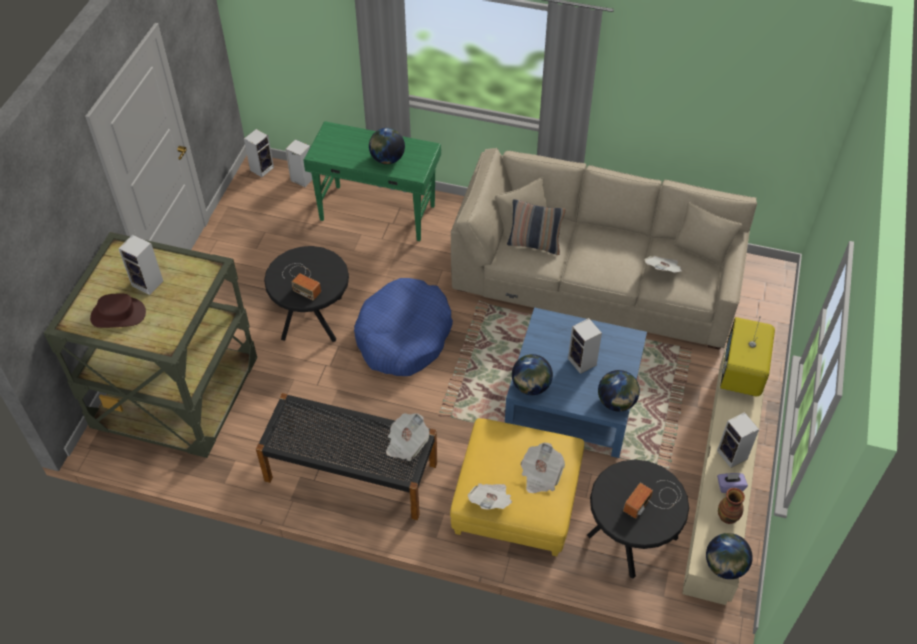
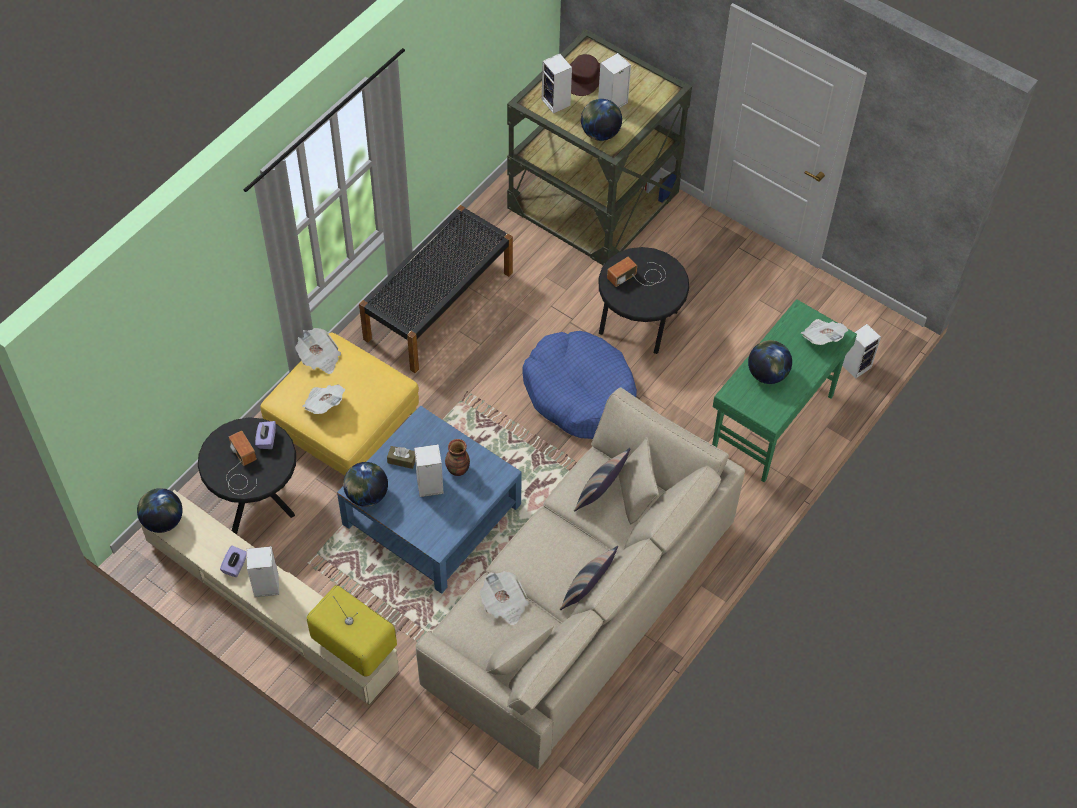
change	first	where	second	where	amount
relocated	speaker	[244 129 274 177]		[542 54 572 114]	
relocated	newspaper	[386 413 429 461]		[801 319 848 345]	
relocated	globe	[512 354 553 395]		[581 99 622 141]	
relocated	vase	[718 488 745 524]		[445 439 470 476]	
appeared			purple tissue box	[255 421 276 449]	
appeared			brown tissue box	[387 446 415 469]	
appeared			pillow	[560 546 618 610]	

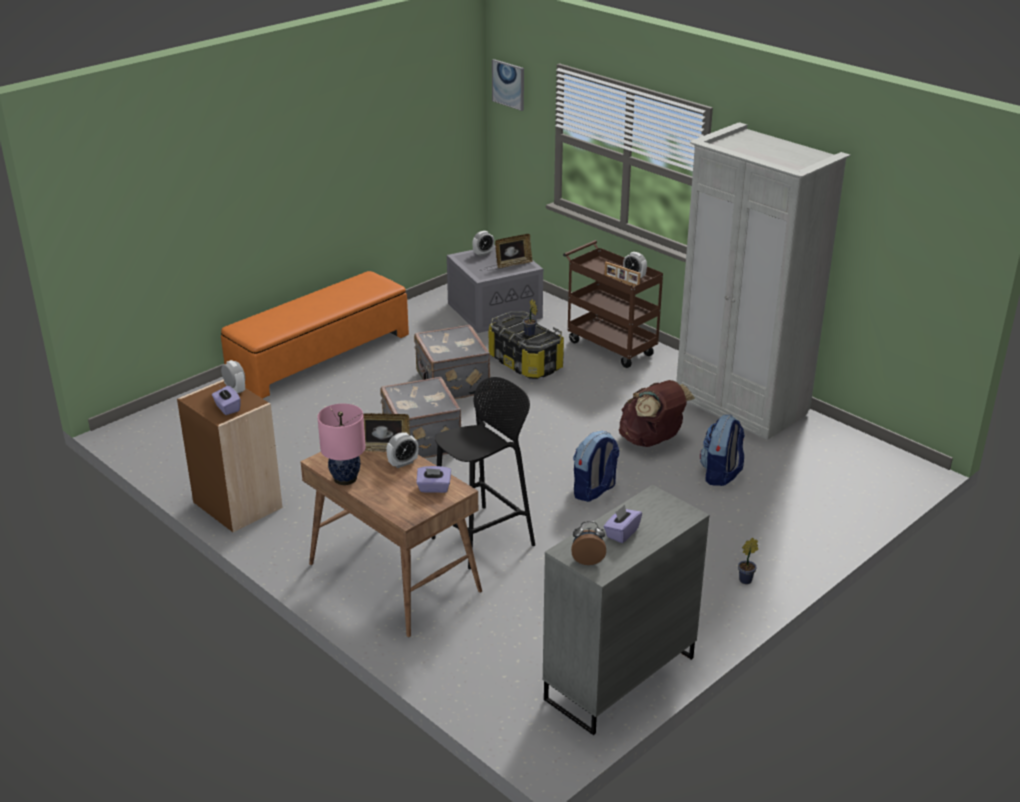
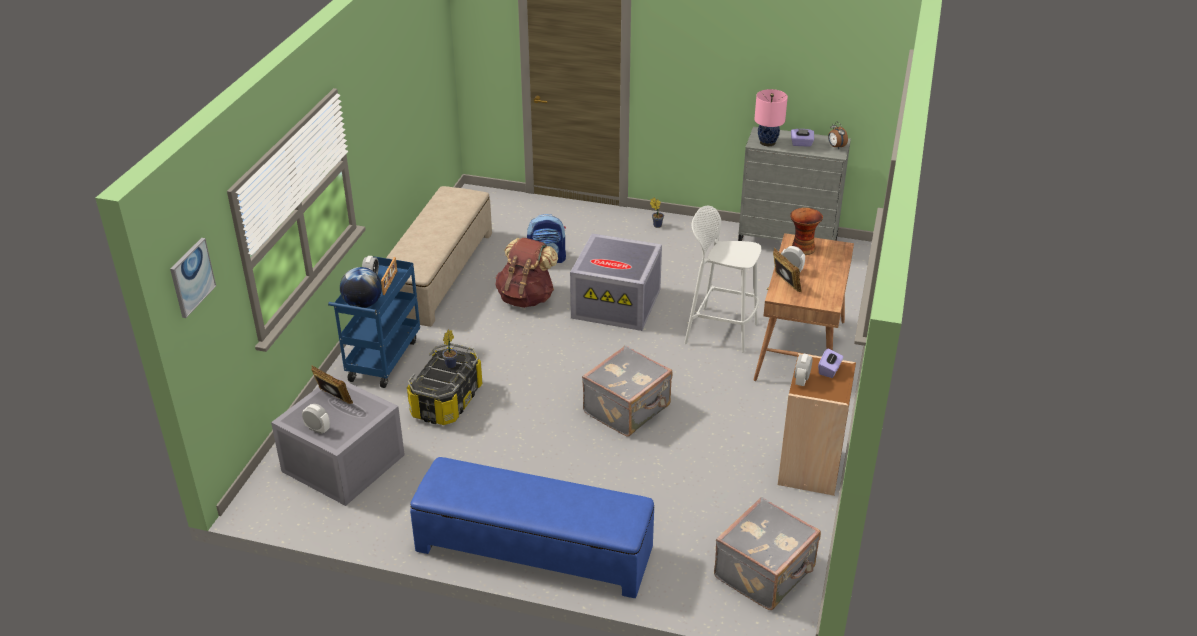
change	first	where	second	where	amount
colour	orange bench	[221 271 409 399]	blue bench	[410 457 654 598]	
relocated	pink table lamp	[317 404 366 485]		[754 89 788 146]	
relocated	grey suitcase	[414 325 491 399]		[714 497 821 610]	
exchanged	purple tissue box	[416 466 451 493]	vase	[790 208 823 255]	
colour	black stool	[432 377 535 569]	white stool	[684 206 762 352]	
colour	brown cart	[563 240 663 368]	blue cart	[328 257 420 388]	
exchanged	backpack	[573 431 619 502]	grey storage box	[570 233 662 331]	
exchanged	white wardrobe	[676 122 850 440]	beige bench	[386 186 492 327]	
appeared			globe	[340 267 382 308]	

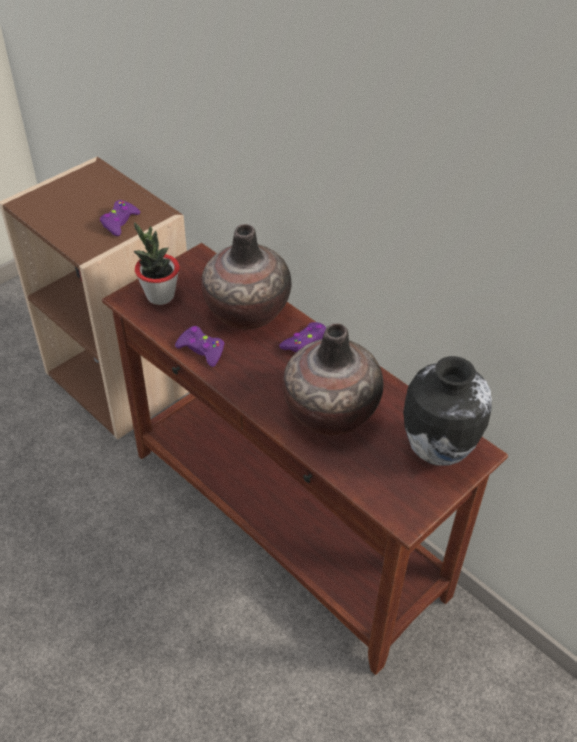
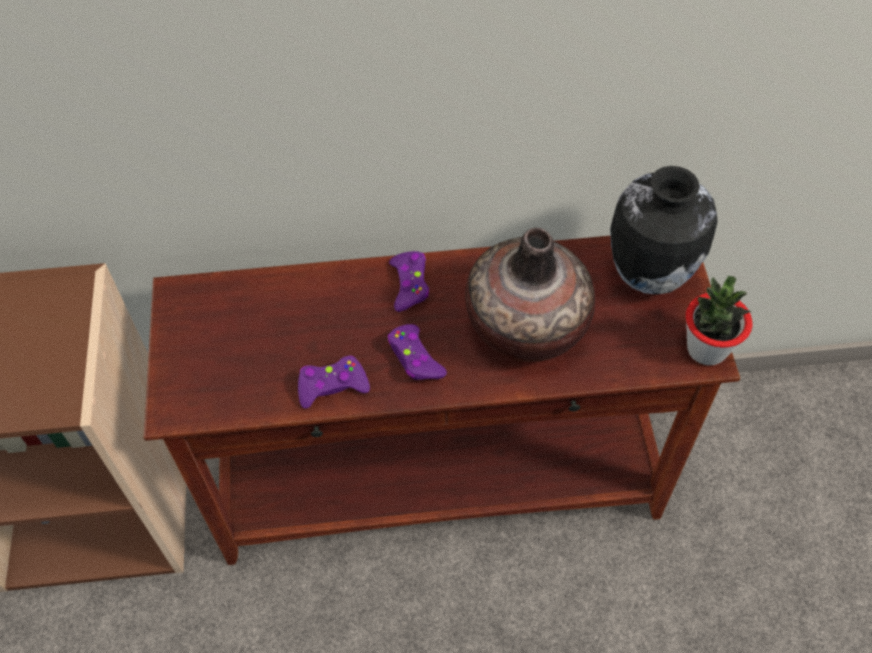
change	first	where	second	where	amount
relocated	purple game controller	[100 200 141 236]		[388 324 447 380]	
relocated	potted plant	[134 222 180 305]		[686 276 752 365]	
missing	vase	[201 224 292 330]			

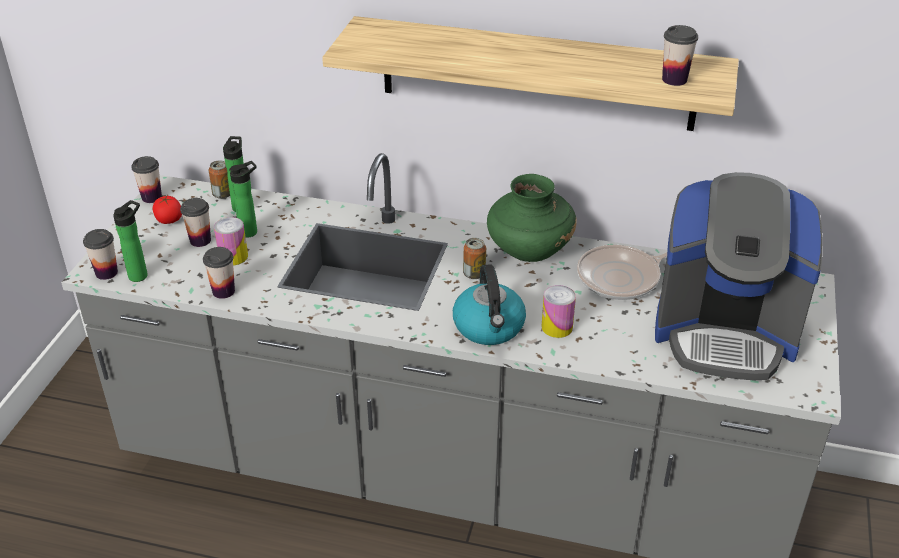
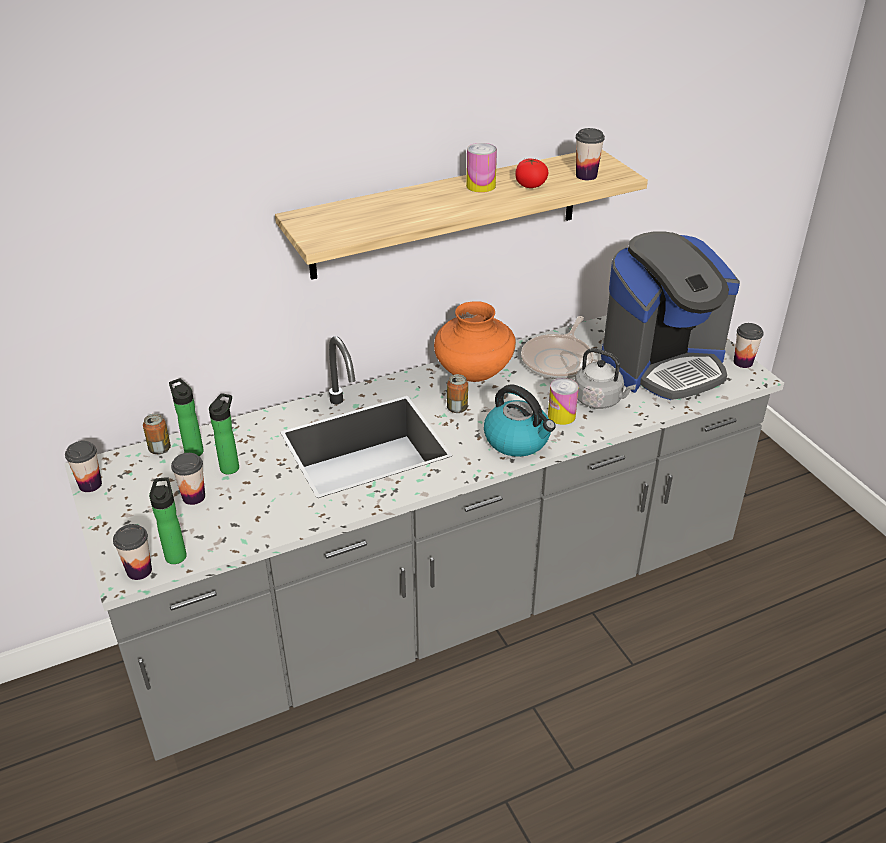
change	first	where	second	where	amount
relocated	tomato	[153 196 182 224]		[515 158 548 188]	
relocated	cup	[203 247 235 299]		[734 323 764 368]	
relocated	can	[214 217 248 266]		[466 143 497 193]	
colour	green vase	[487 174 577 262]	orange vase	[434 301 516 382]	
appeared			grey kettle	[575 348 636 409]	

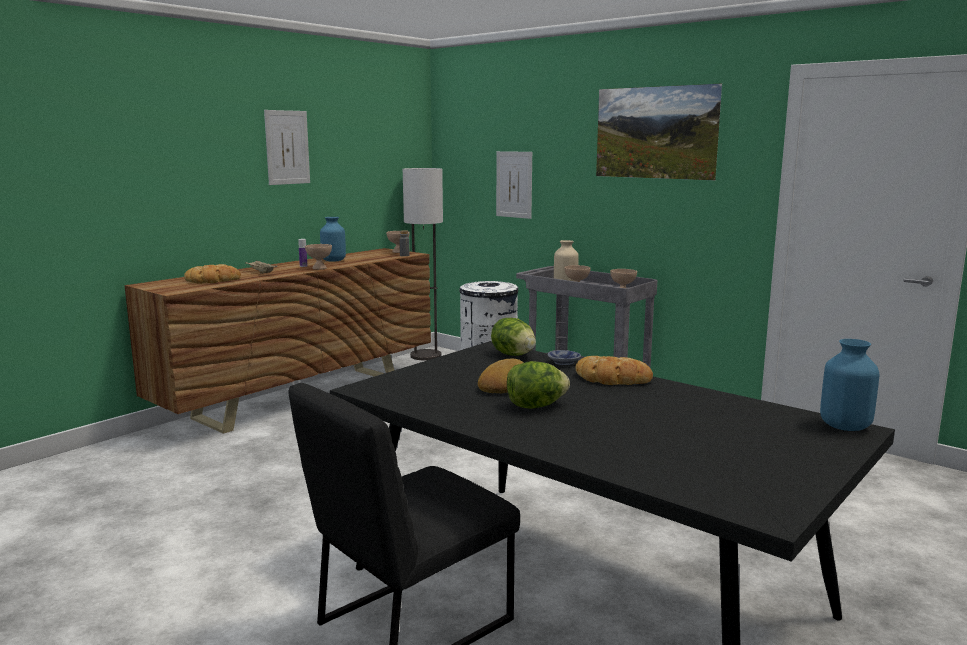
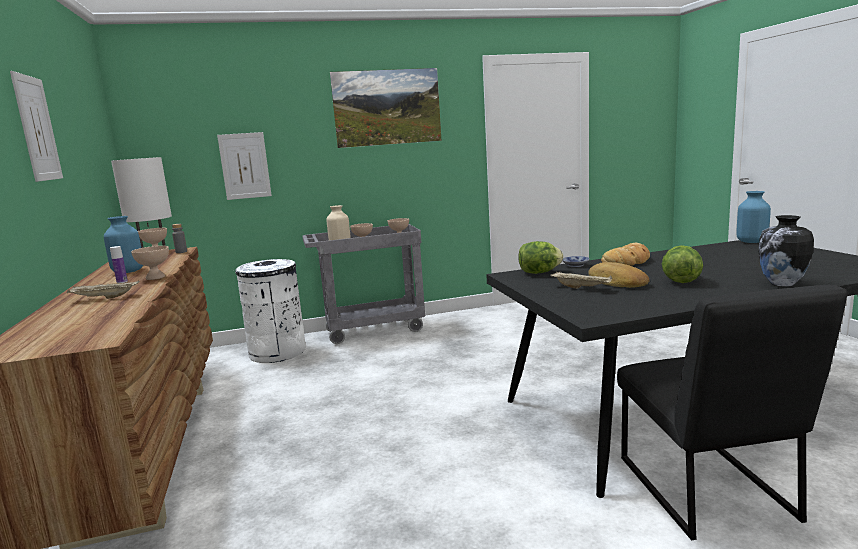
change	first	where	second	where	amount
missing	bread	[184 264 241 283]			
appeared			beige tray	[551 272 612 289]	
appeared			vase	[758 215 814 287]	

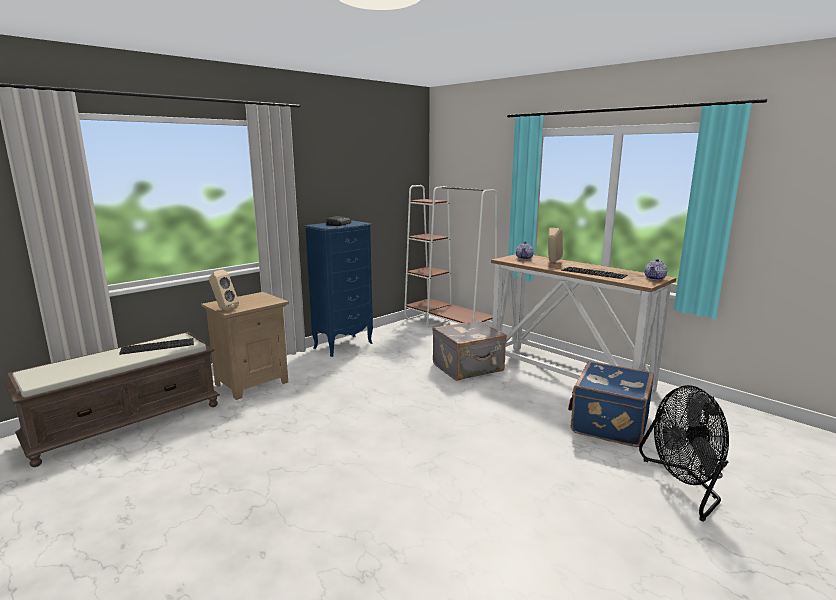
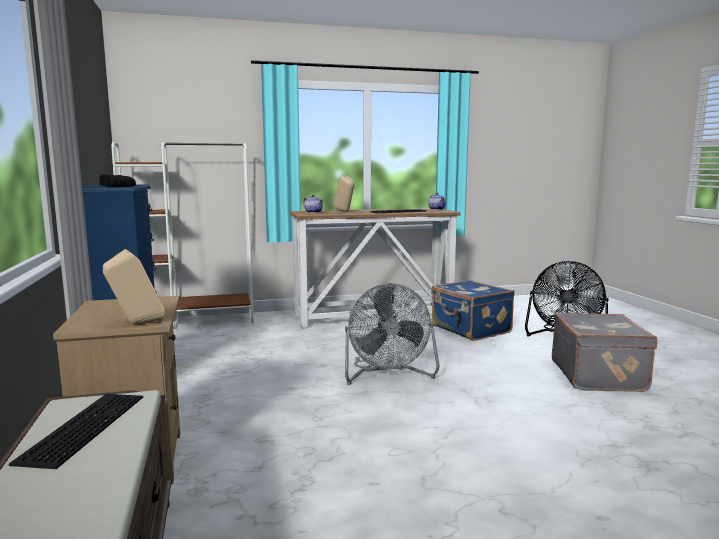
change	first	where	second	where	amount
relocated	grey suitcase	[432 320 507 381]		[552 312 658 392]	
appeared			grey fan	[345 283 439 385]	

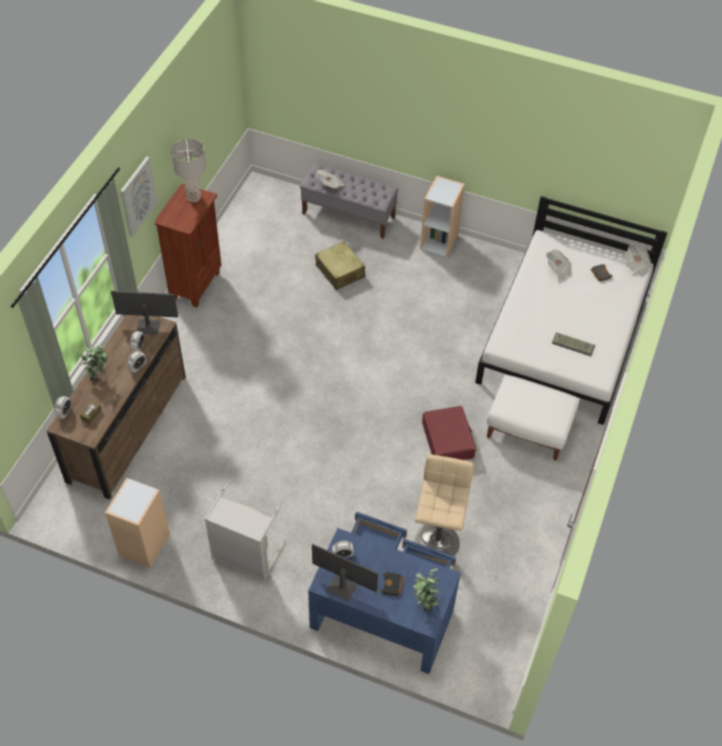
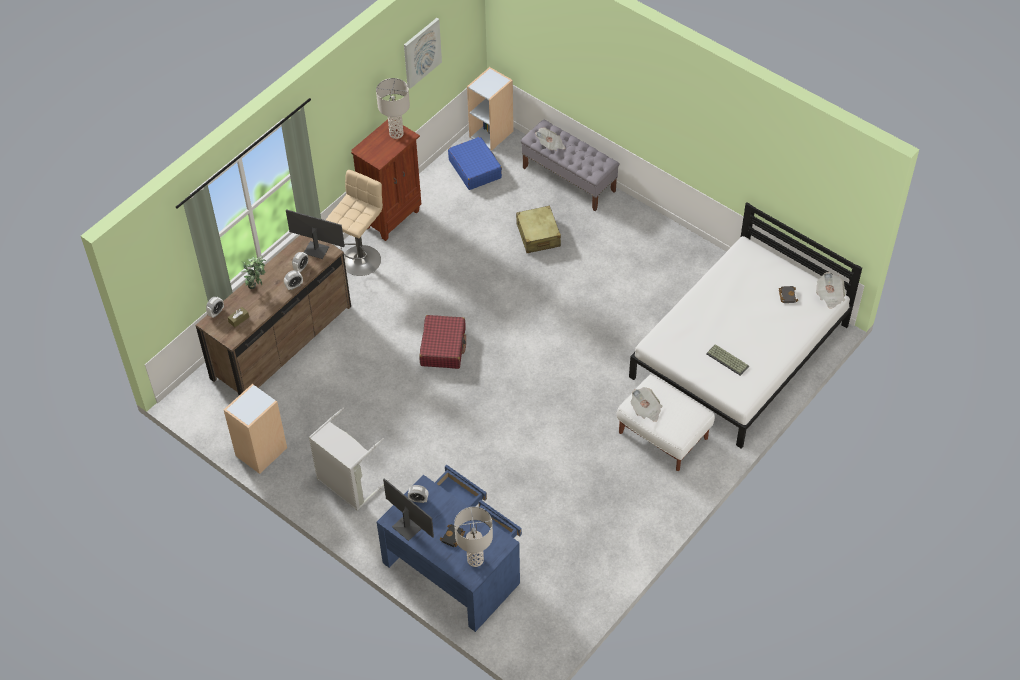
change	first	where	second	where	amount
relocated	picture	[120 156 157 237]		[404 18 442 89]	
exchanged	potted plant	[413 569 441 612]	white table lamp	[454 507 493 567]	
relocated	beige stool	[414 454 474 556]		[326 170 383 276]	
relocated	bookcase	[420 176 465 257]		[467 67 514 151]	
relocated	red suitcase	[422 406 476 460]		[419 315 466 369]	
relocated	newspaper	[546 250 572 277]		[631 387 662 422]	
appeared			blue suitcase	[448 137 502 190]	

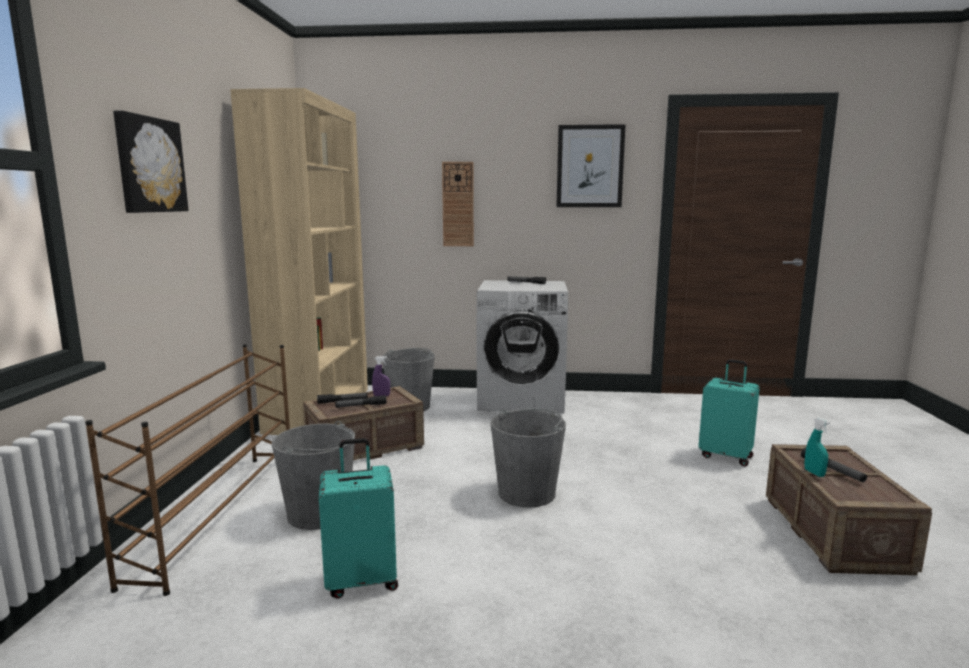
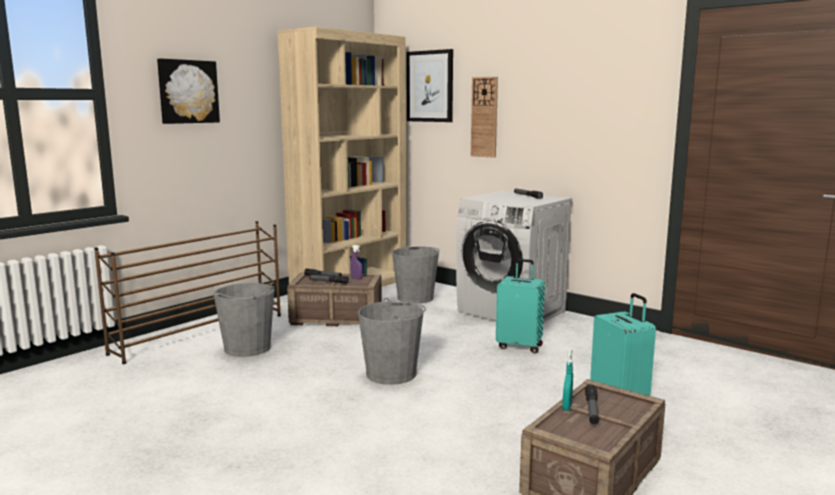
change	first	where	second	where	amount
relocated	turquoise suitcase	[319 438 398 599]		[496 259 545 353]	
relocated	picture	[556 124 626 207]		[406 49 453 122]	

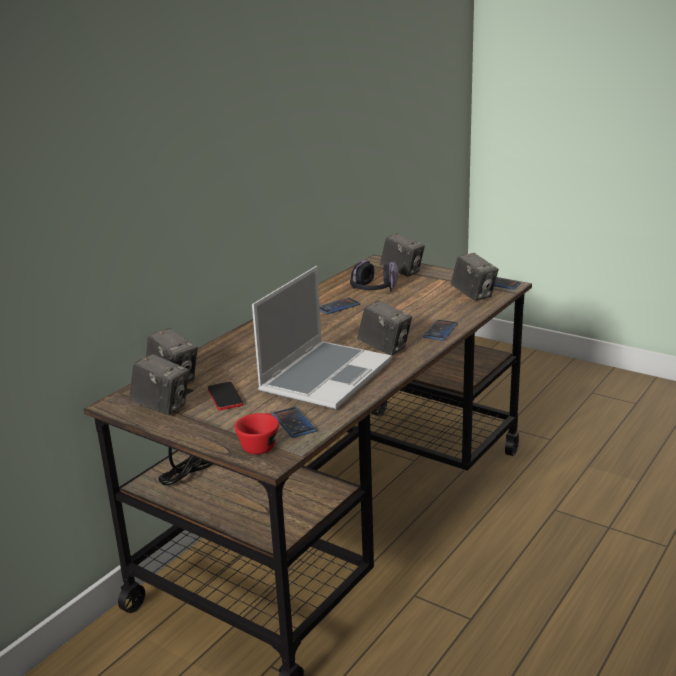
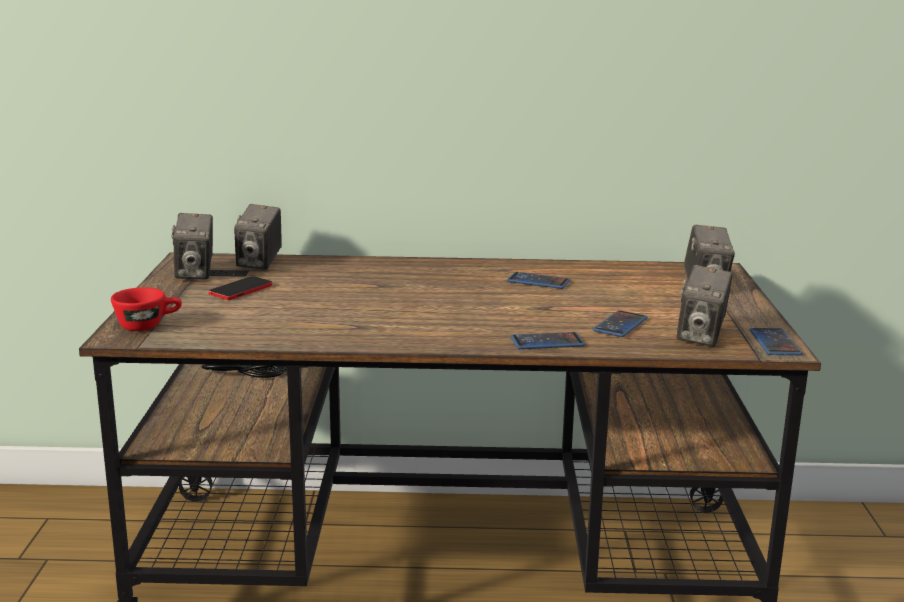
change	first	where	second	where	amount
missing	laptop	[252 266 392 410]			
relocated	phone	[272 407 317 438]		[593 310 648 337]	
missing	headphones	[350 260 398 292]			
missing	photo camera	[357 300 412 355]			

